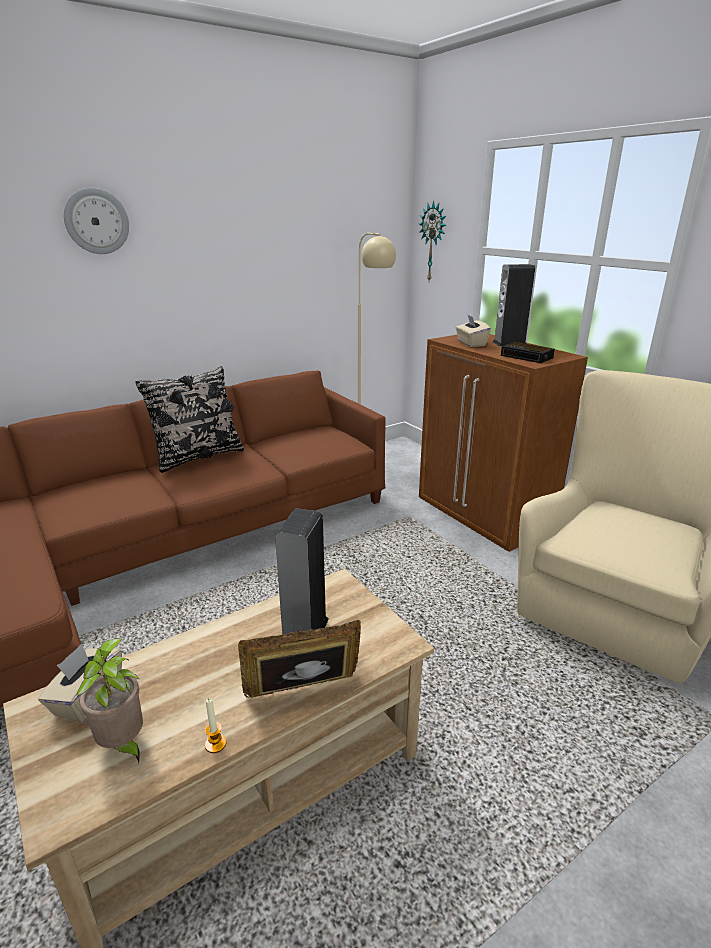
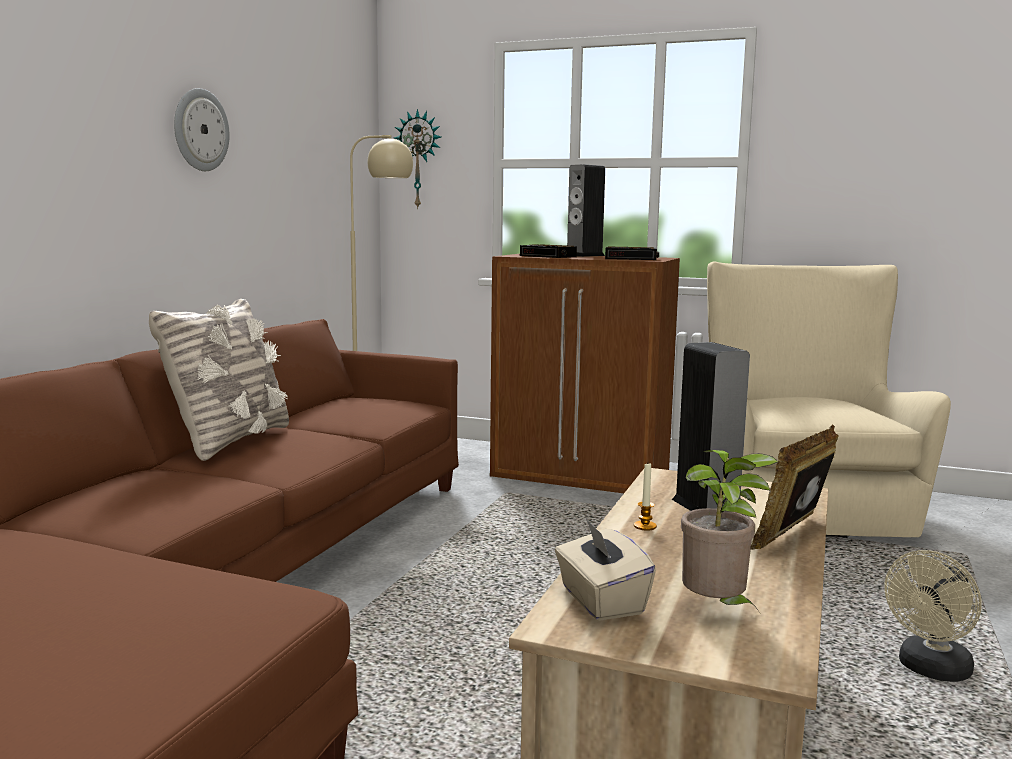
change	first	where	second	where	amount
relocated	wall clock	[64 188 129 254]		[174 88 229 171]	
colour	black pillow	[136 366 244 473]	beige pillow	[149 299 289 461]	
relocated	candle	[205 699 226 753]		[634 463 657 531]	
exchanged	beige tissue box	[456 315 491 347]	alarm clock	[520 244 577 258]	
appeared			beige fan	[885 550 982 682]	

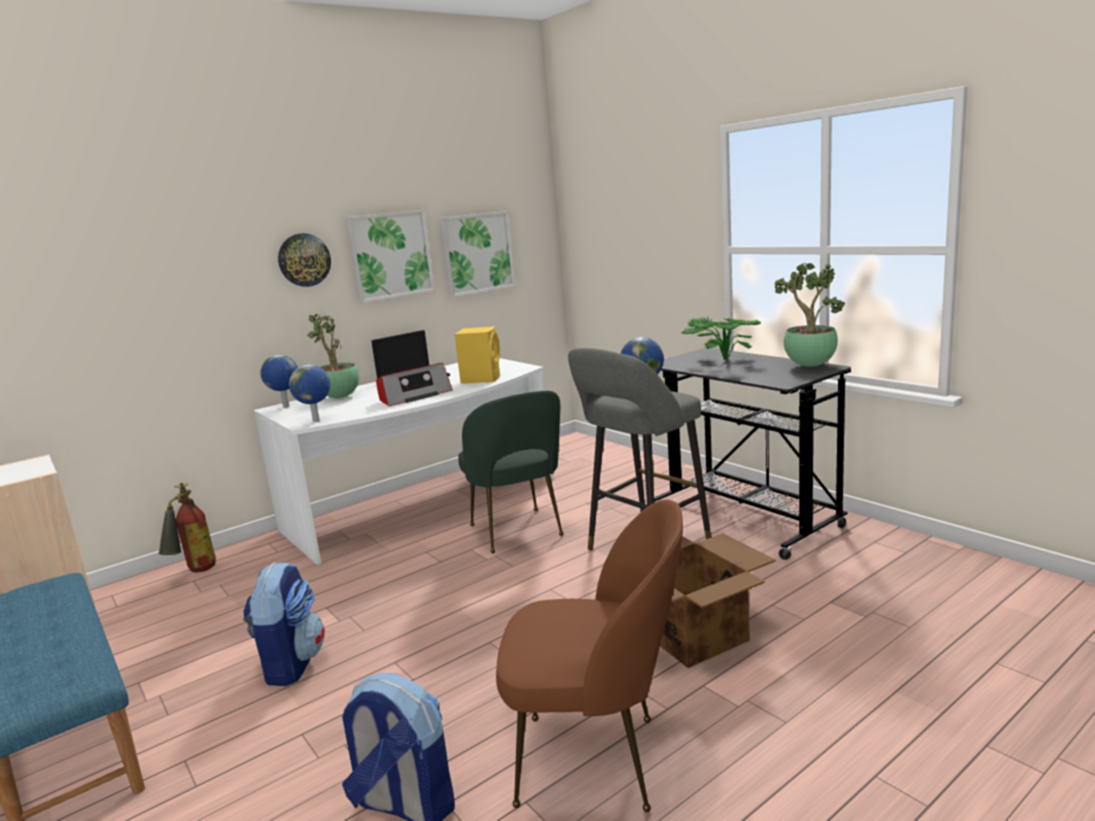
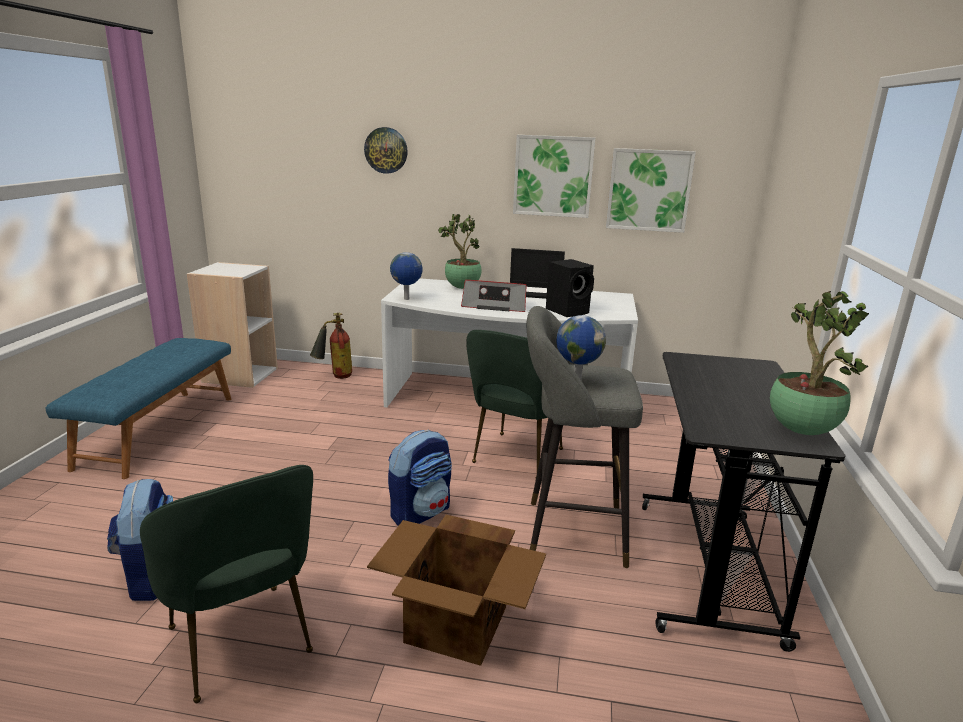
change	first	where	second	where	amount
relocated	backpack	[243 562 325 686]		[388 430 452 526]	
missing	globe	[260 355 298 407]			
relocated	wall clock	[278 233 331 287]		[364 127 408 174]	
colour	yellow speaker	[454 326 500 384]	black speaker	[546 259 594 317]	
colour	brown chair	[496 499 683 812]	green chair	[140 465 313 703]	
missing	potted plant	[681 316 760 360]			

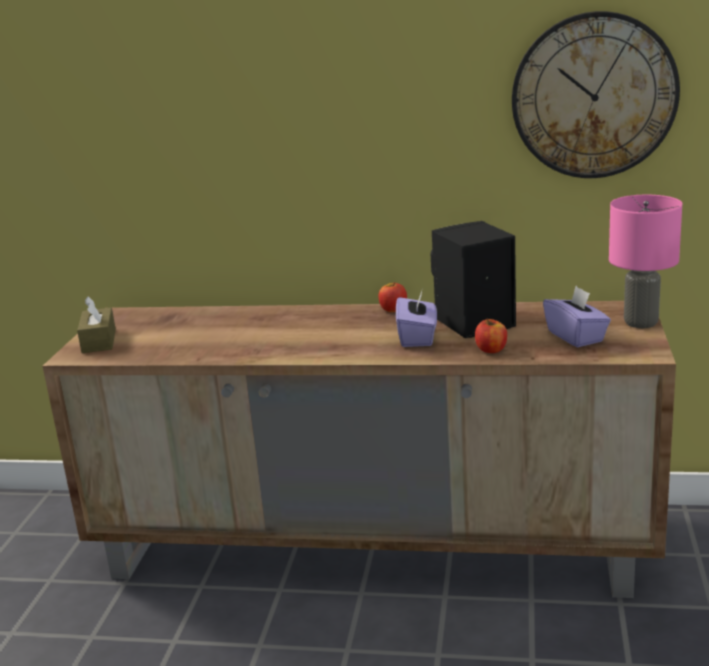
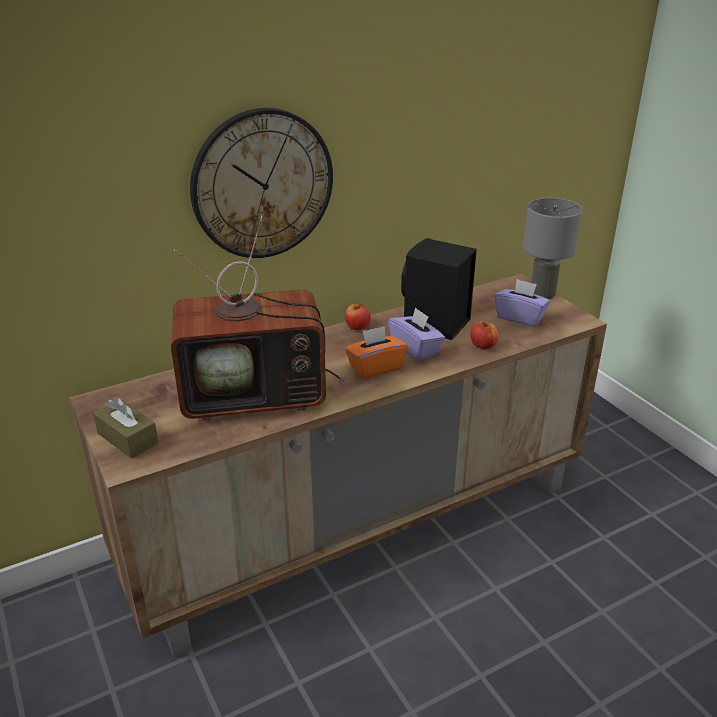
change	first	where	second	where	amount
relocated	wall clock	[512 11 680 178]		[190 108 333 258]	
colour	pink table lamp	[609 195 682 328]	grey table lamp	[523 198 582 300]	
appeared			television	[171 216 347 420]	
appeared			orange tissue box	[345 326 408 379]	

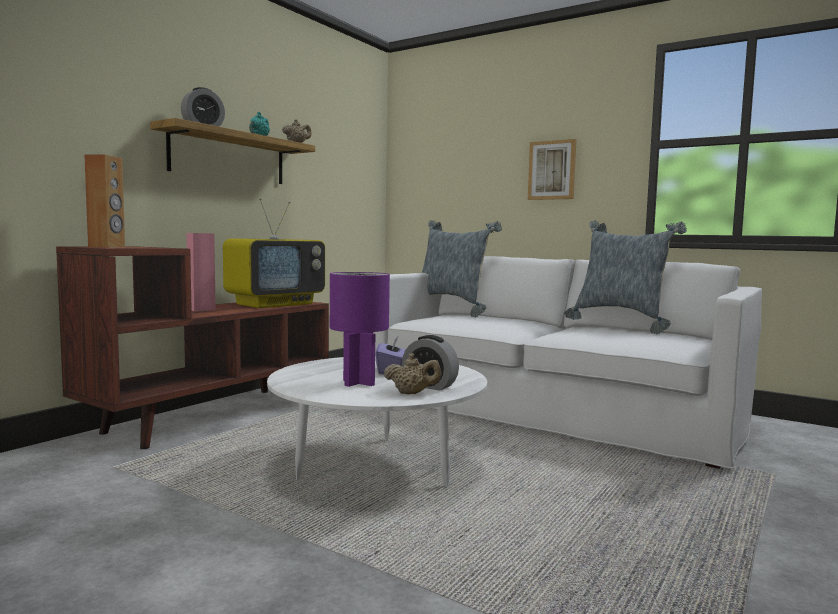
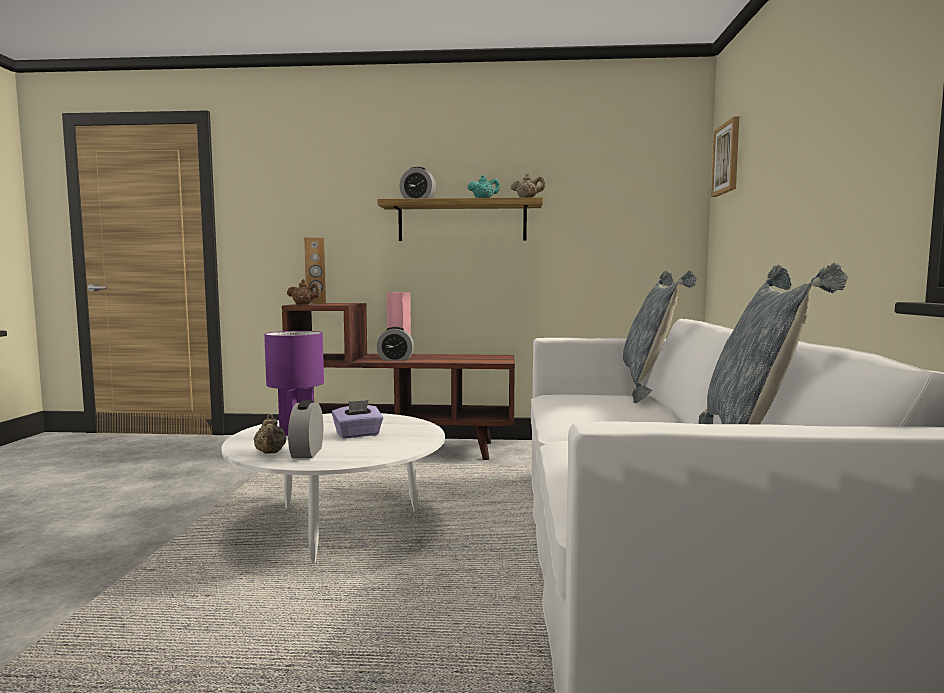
change	first	where	second	where	amount
missing	television	[223 198 325 308]			
relocated	picture	[528 139 576 200]		[711 116 739 197]	
appeared			brown teapot	[287 279 321 305]	
appeared			alarm clock	[377 327 414 361]	

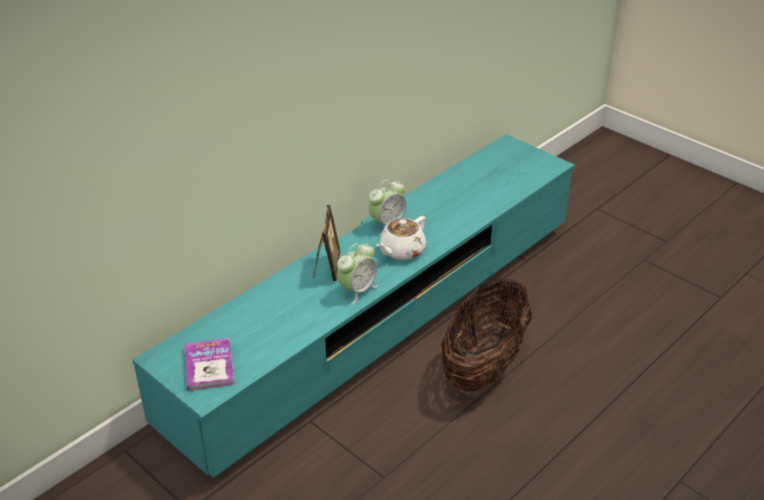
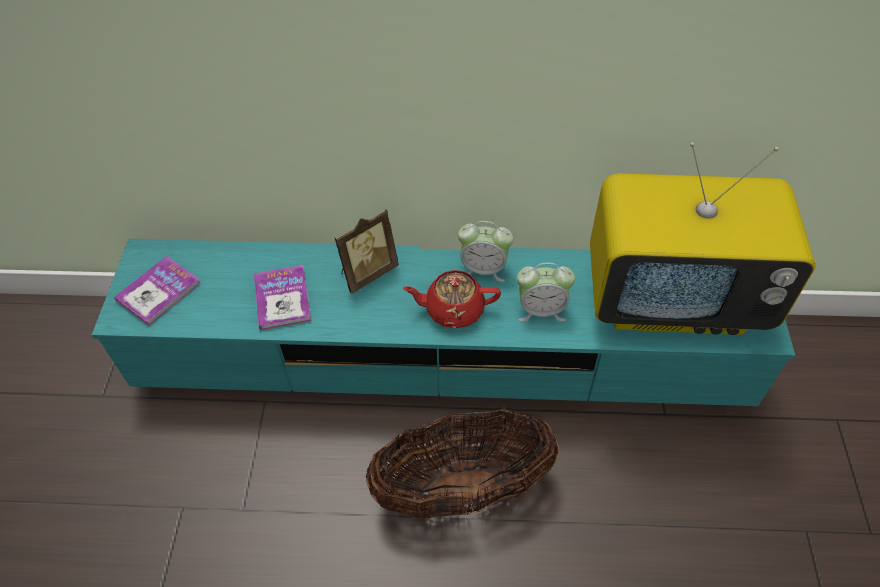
change	first	where	second	where	amount
relocated	alarm clock	[337 243 378 304]		[517 263 575 321]	
colour	white teapot	[376 216 426 260]	red teapot	[403 270 501 328]	
appeared			book	[254 265 311 330]	
appeared			television	[590 142 815 335]	

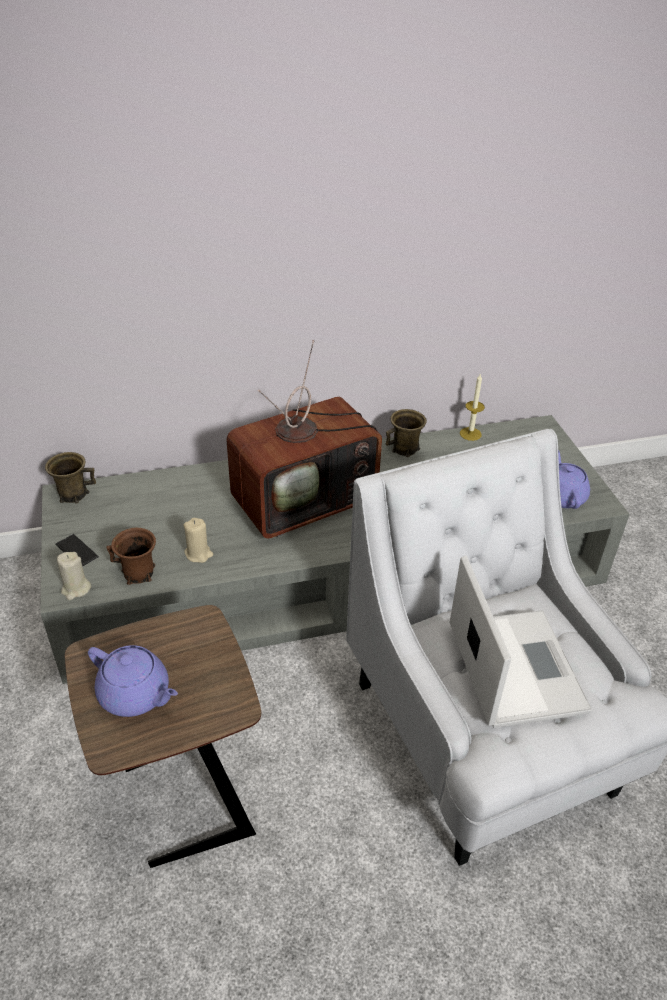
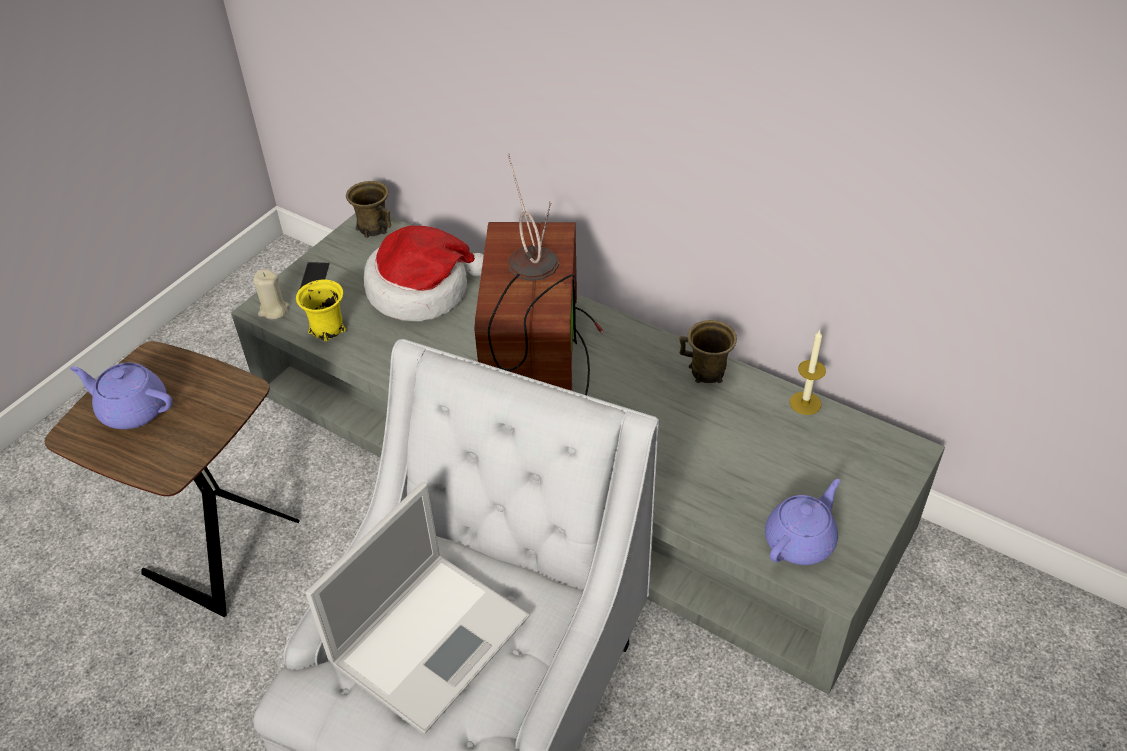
change	first	where	second	where	amount
spun	purple teapot	[88 645 178 717]		[70 363 173 429]	120 degrees clockwise
colour	brown mug	[106 528 156 585]	yellow mug	[296 279 347 342]	
missing	beige candle	[184 518 213 563]			
spun	television	[226 340 382 539]		[474 153 604 395]	75 degrees clockwise
appeared			hat	[364 226 484 321]	

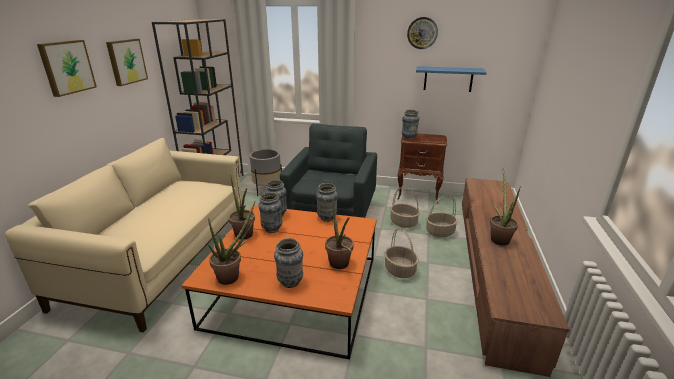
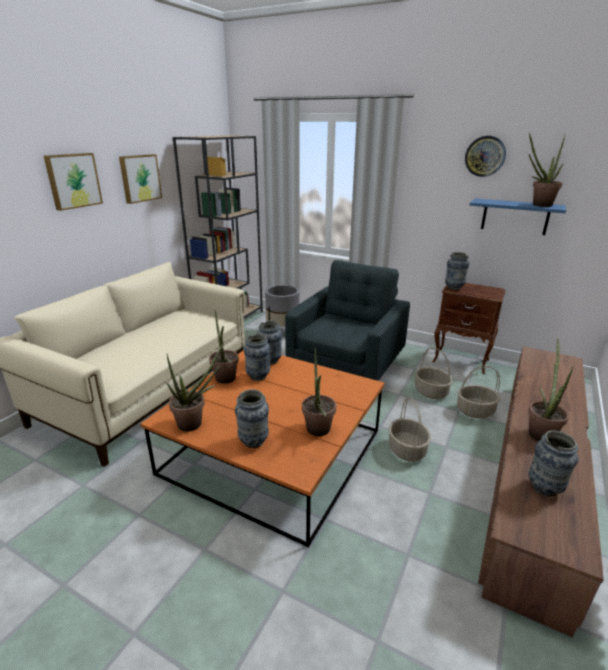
change	first	where	second	where	amount
relocated	vase	[316 183 338 222]		[528 431 579 497]	
appeared			potted plant	[529 133 565 207]	

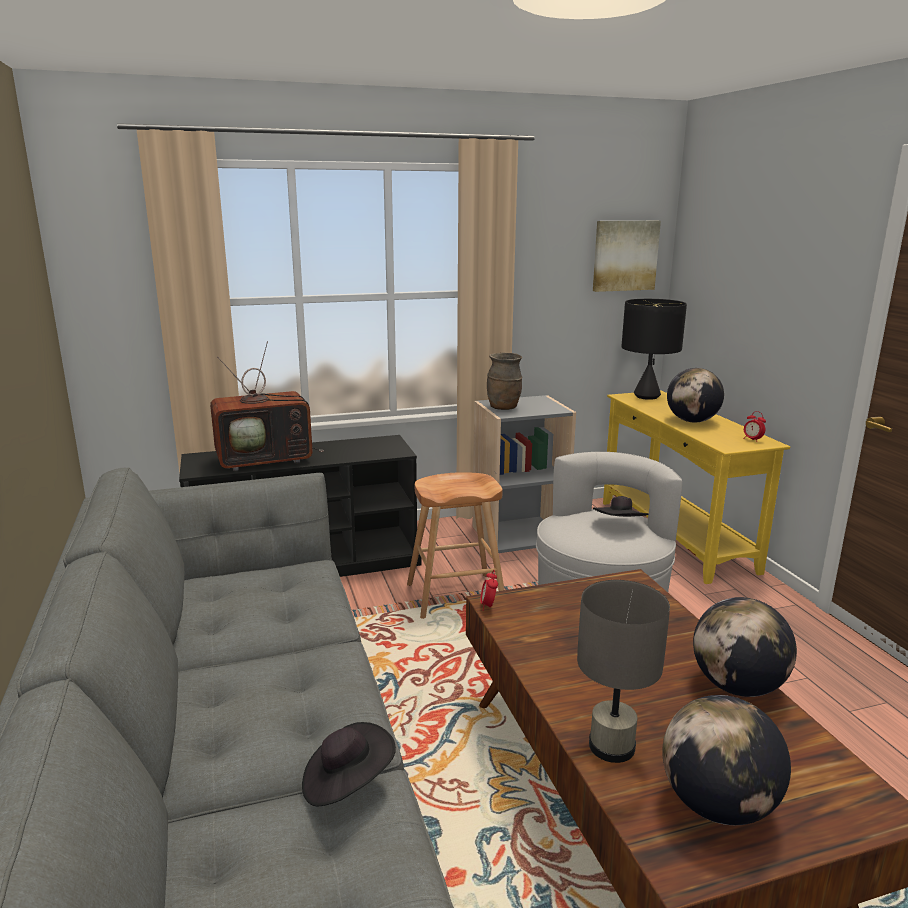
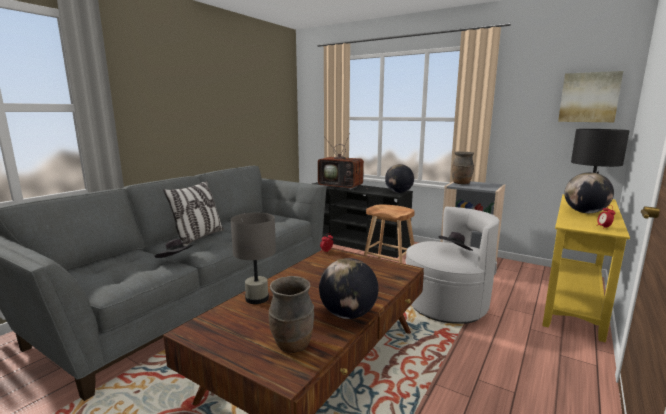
change	first	where	second	where	amount
relocated	globe	[662 695 791 825]		[385 164 414 193]	
appeared			pillow	[163 181 224 246]	
appeared			brown vase	[269 276 314 353]	

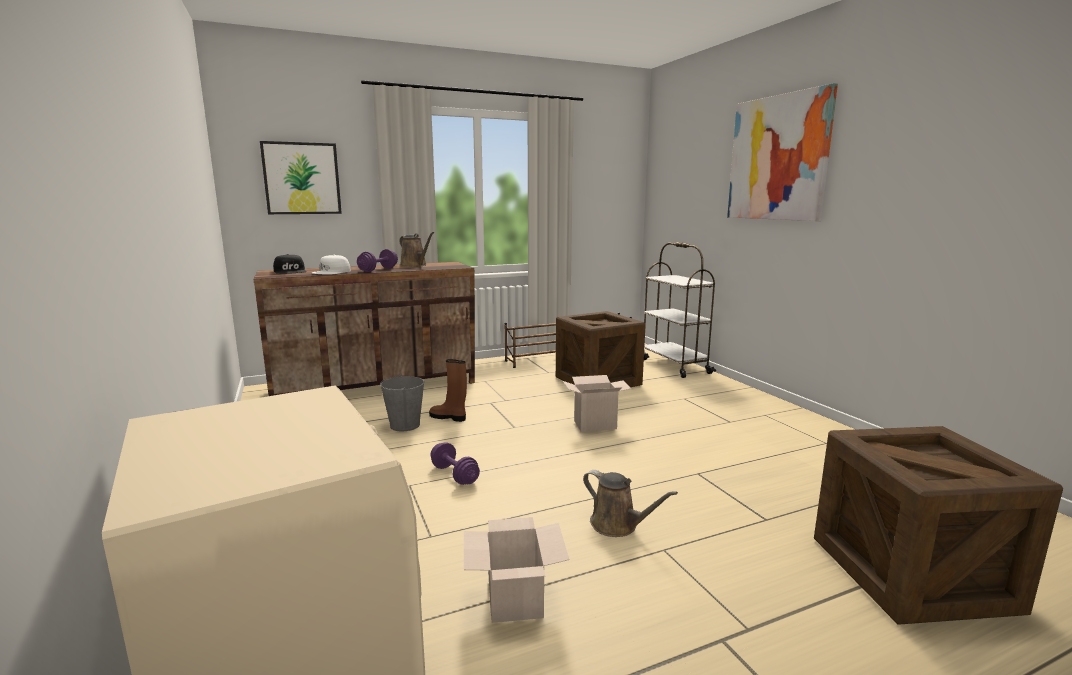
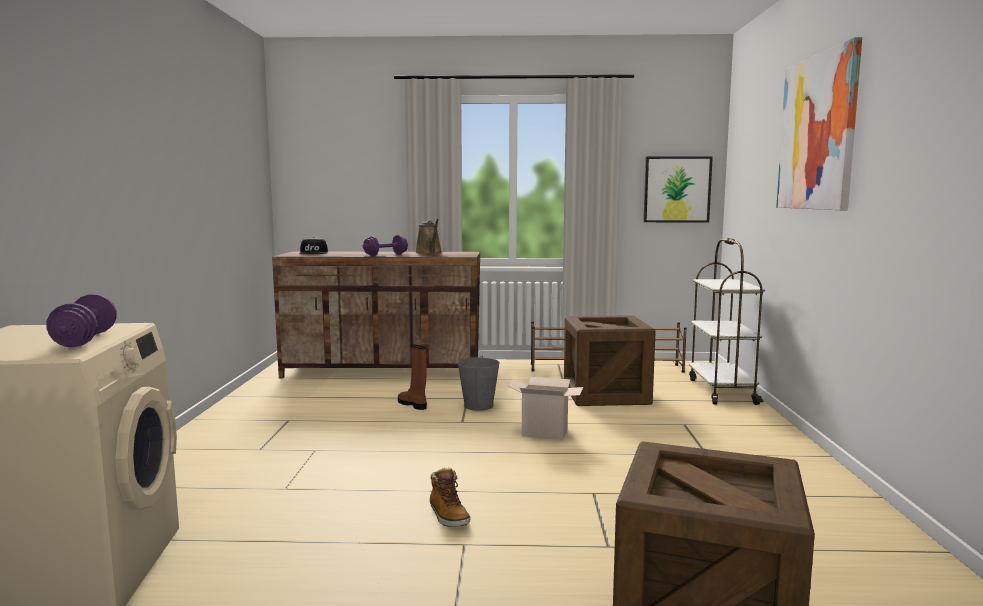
change	first	where	second	where	amount
relocated	picture	[260 141 342 214]		[643 156 713 222]	
missing	white cap	[312 255 351 274]			
relocated	grey bucket	[380 374 424 431]		[457 356 500 411]	
relocated	purple dumbbell	[431 443 480 485]		[47 294 117 347]	
missing	cardboard box	[464 517 569 623]			
exchanged	brown watering can	[583 470 678 537]	boot	[430 468 470 527]	

